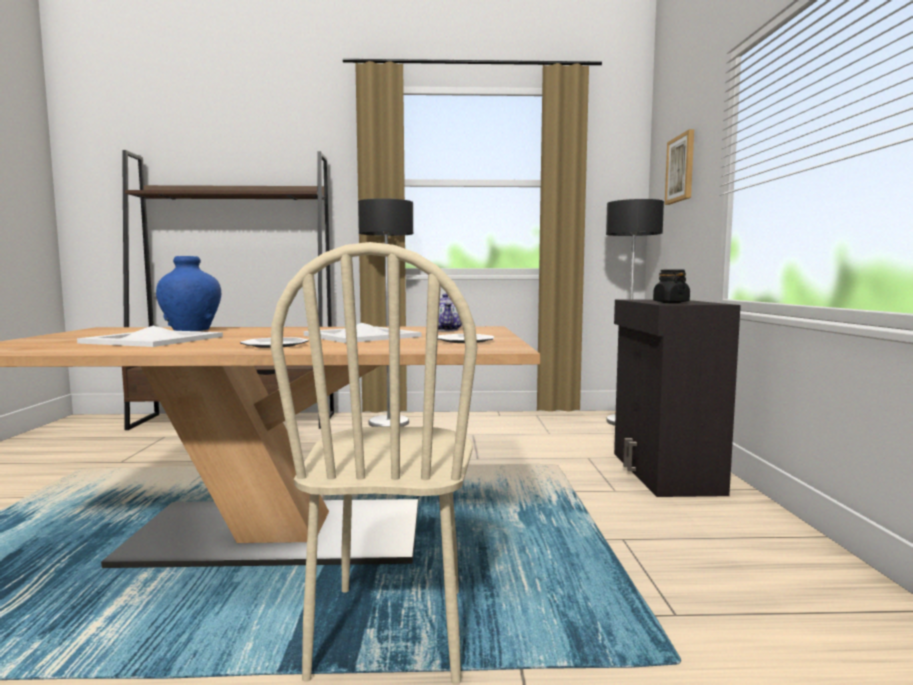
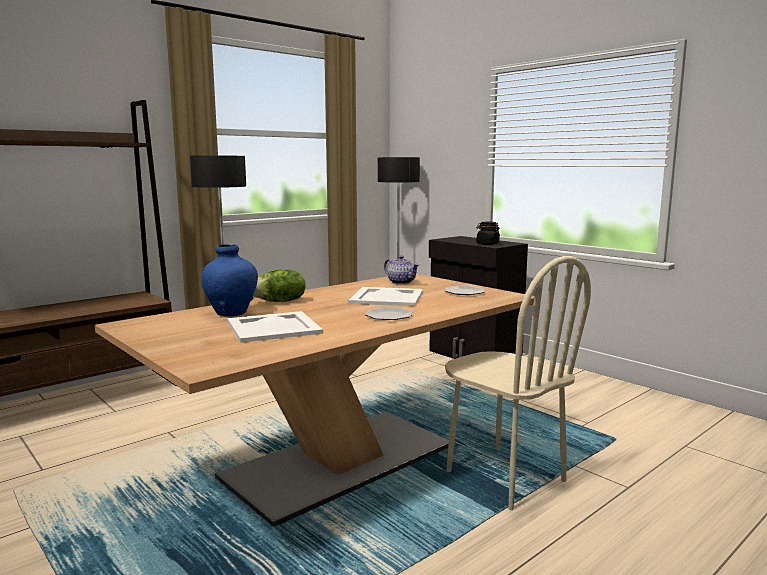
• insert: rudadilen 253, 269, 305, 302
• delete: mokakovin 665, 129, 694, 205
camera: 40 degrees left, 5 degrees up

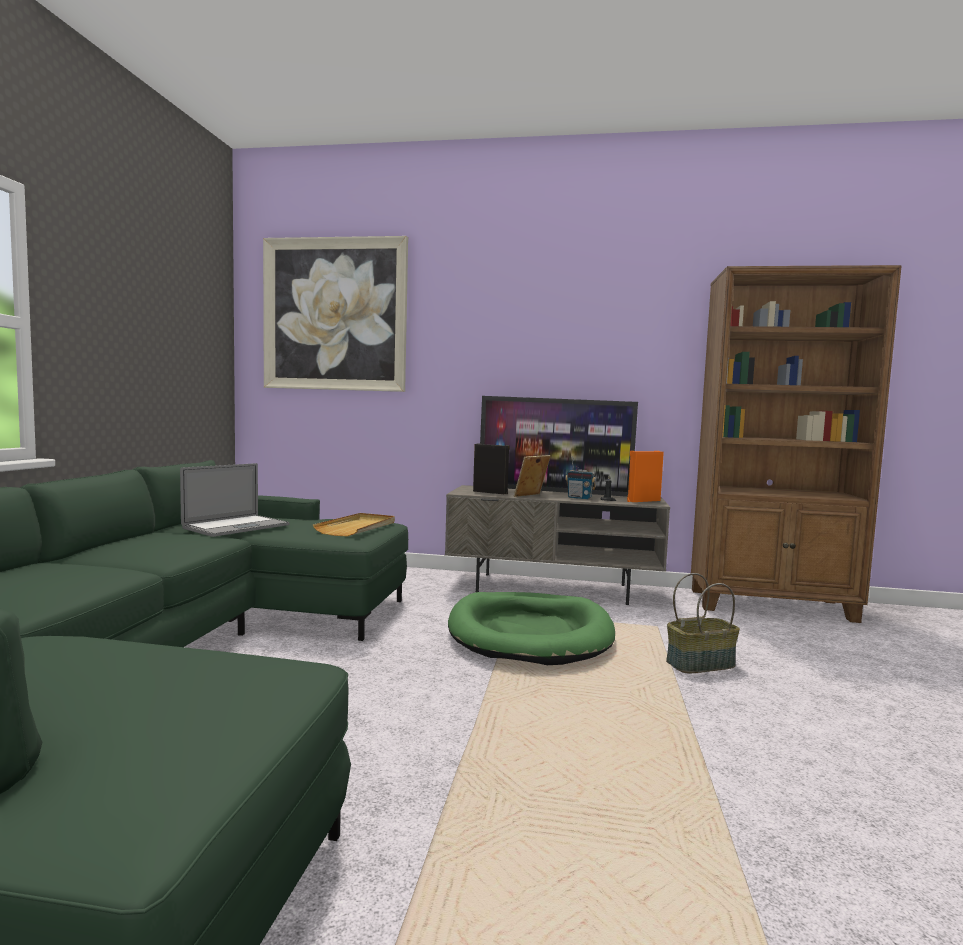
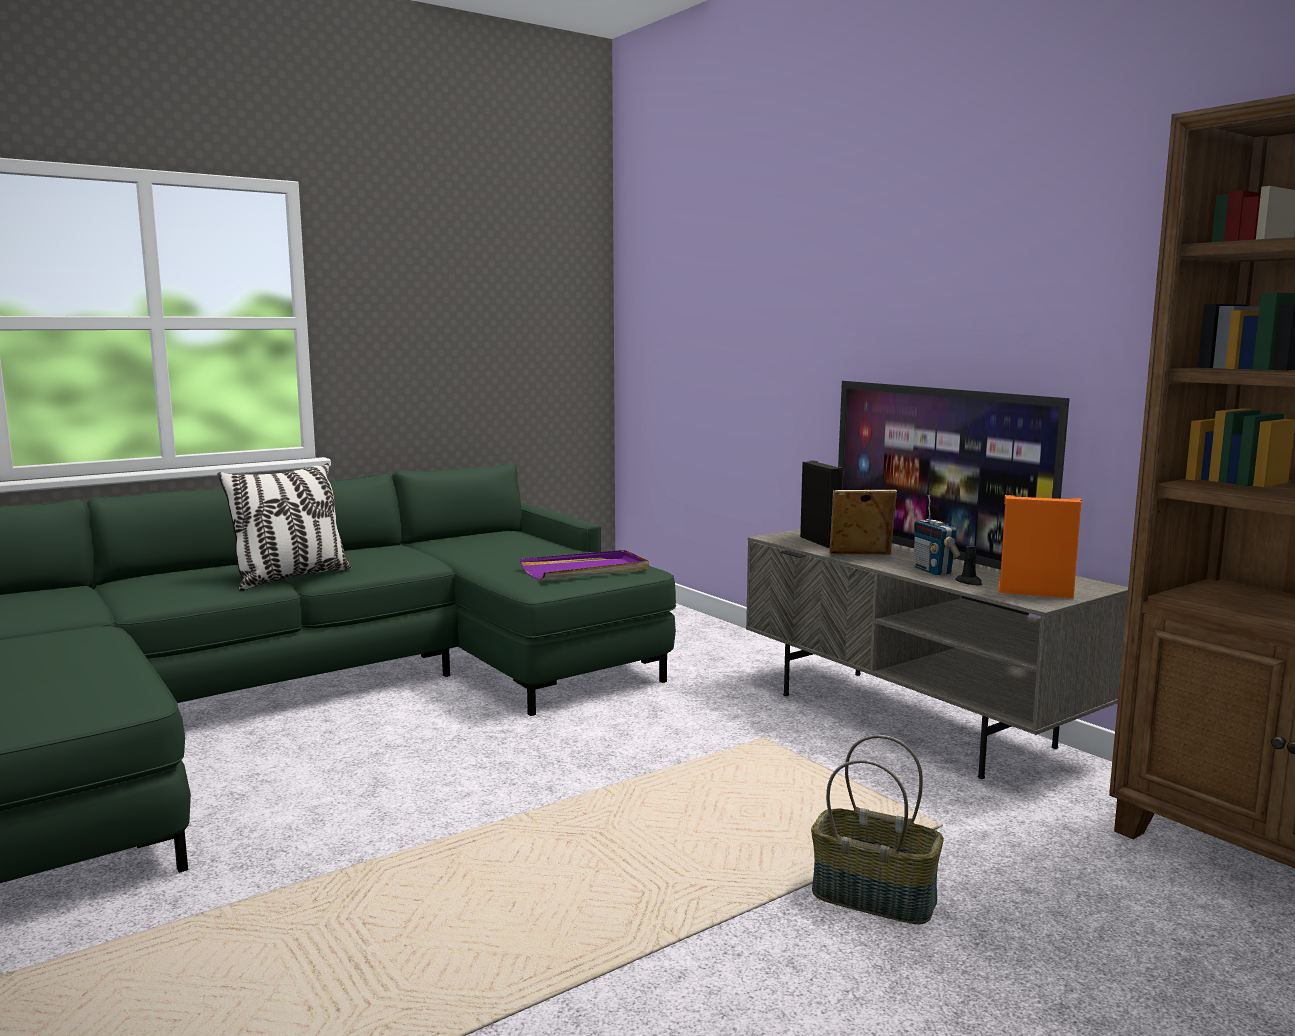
• insert: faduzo 218, 463, 351, 591
• recolor: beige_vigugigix 313, 513, 395, 536 to purple_vigugigix 520, 550, 649, 580
• delete: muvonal 180, 463, 290, 537
• delete: mokakovin 263, 236, 408, 392
• delete: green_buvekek 448, 592, 615, 665
camera: 45 degrees right, 5 degrees up

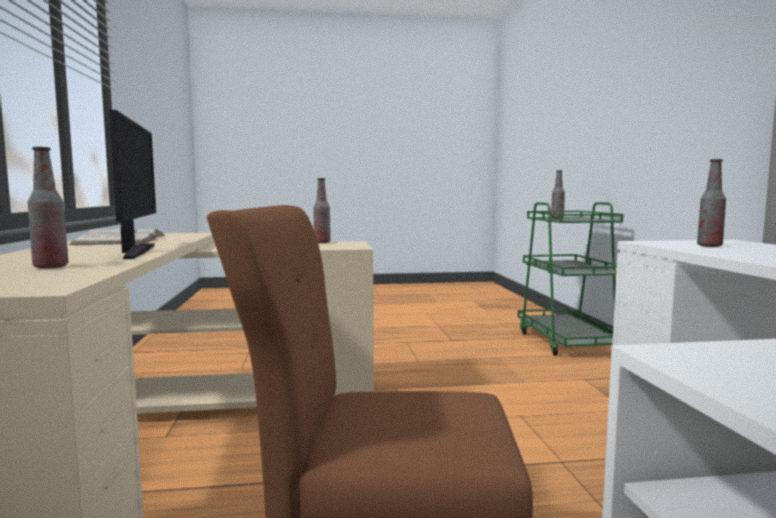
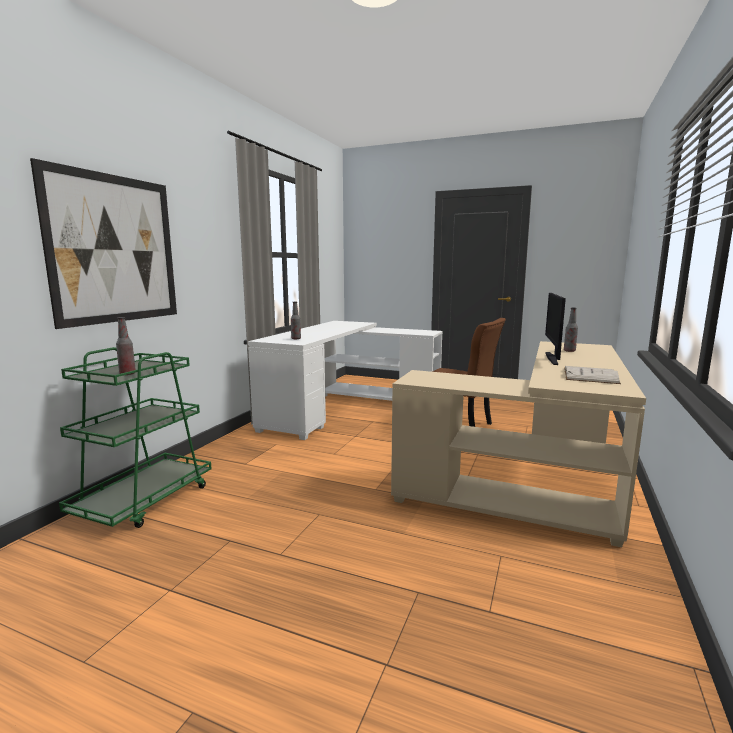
• insert: mokakovin 30, 158, 177, 329
• delete: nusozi 314, 178, 331, 243
camera: 150 degrees left, 5 degrees up

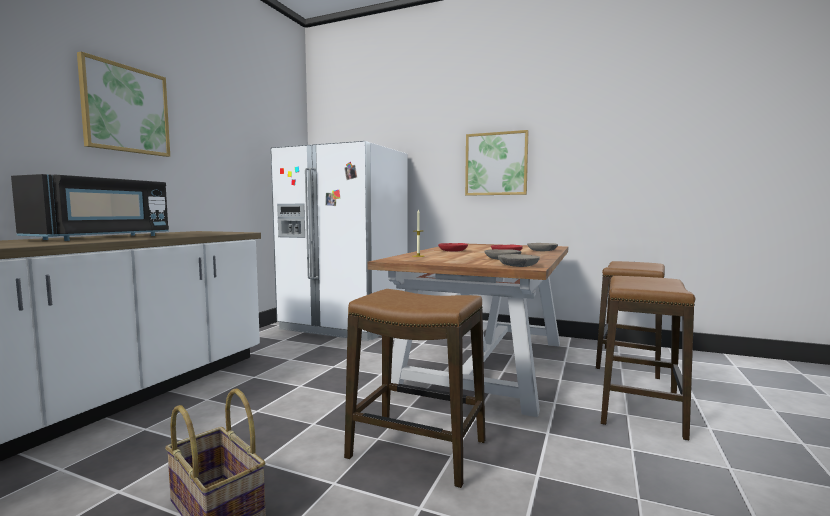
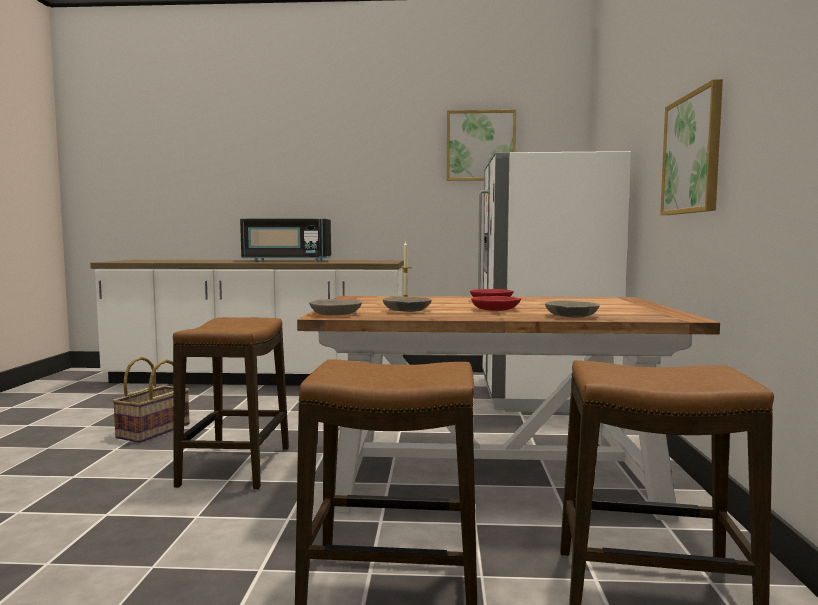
• move: mokakovin 77, 52, 170, 157 to 447, 110, 516, 181
camera: 70 degrees right, 0 degrees up

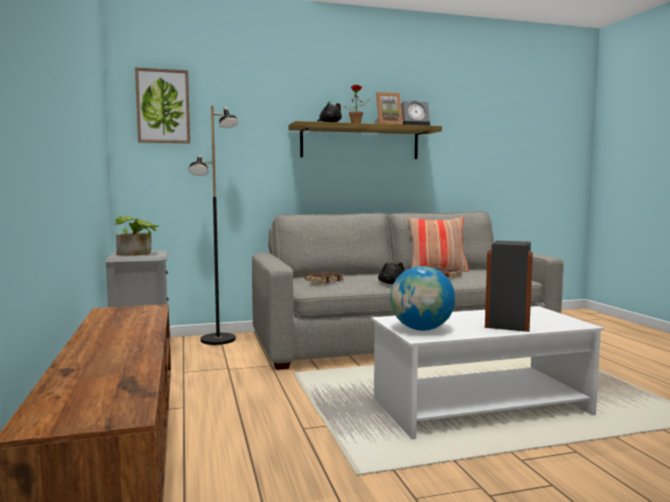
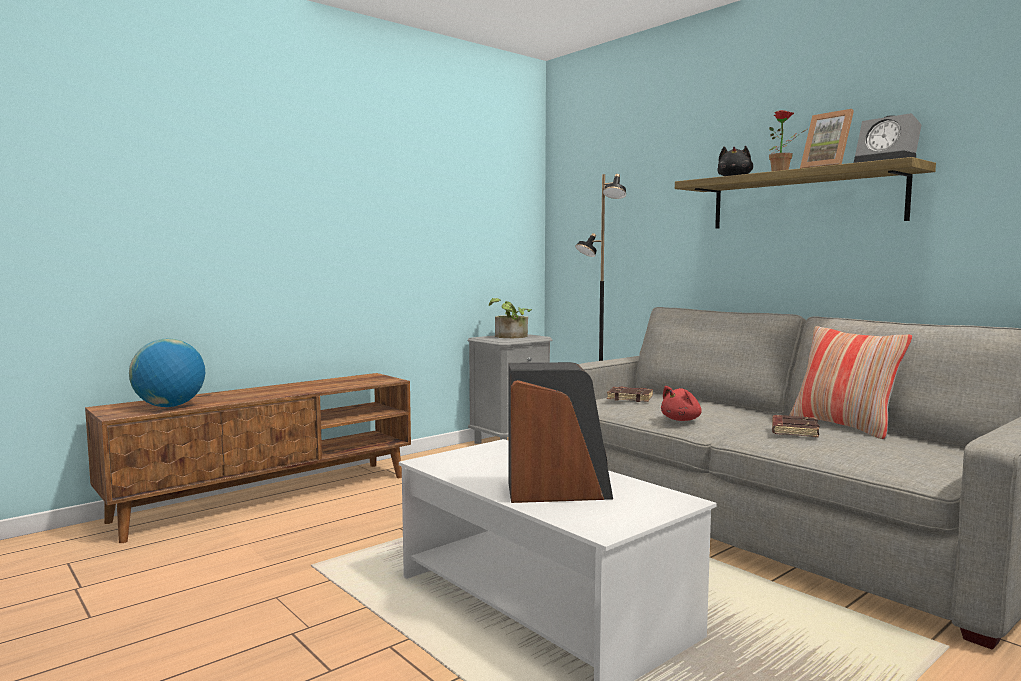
• move: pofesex 390, 266, 455, 331 to 129, 338, 205, 407
• recolor: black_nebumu 378, 262, 404, 284 to red_nebumu 661, 386, 702, 421
• delete: mokakovin 135, 67, 190, 144
camera: 65 degrees right, 0 degrees up

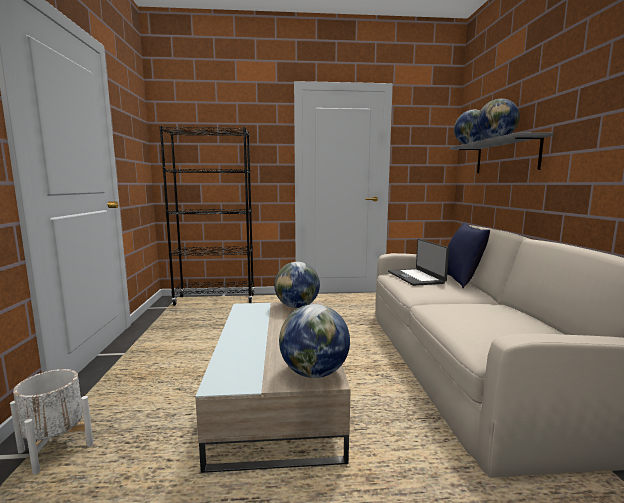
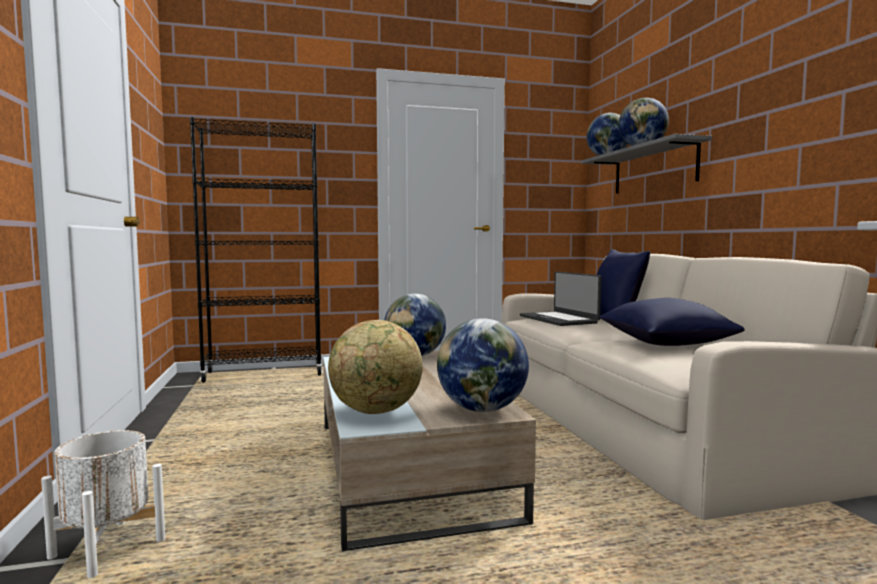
• insert: pofesex 328, 320, 423, 414
• insert: blue_faduzo 599, 298, 744, 346
camera: 10 degrees left, 5 degrees down

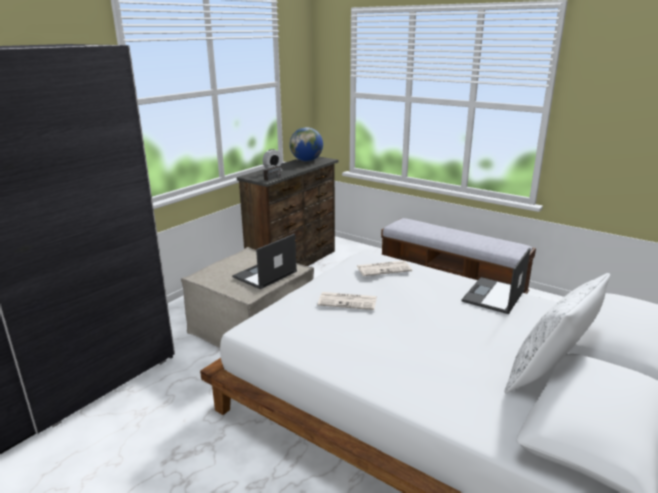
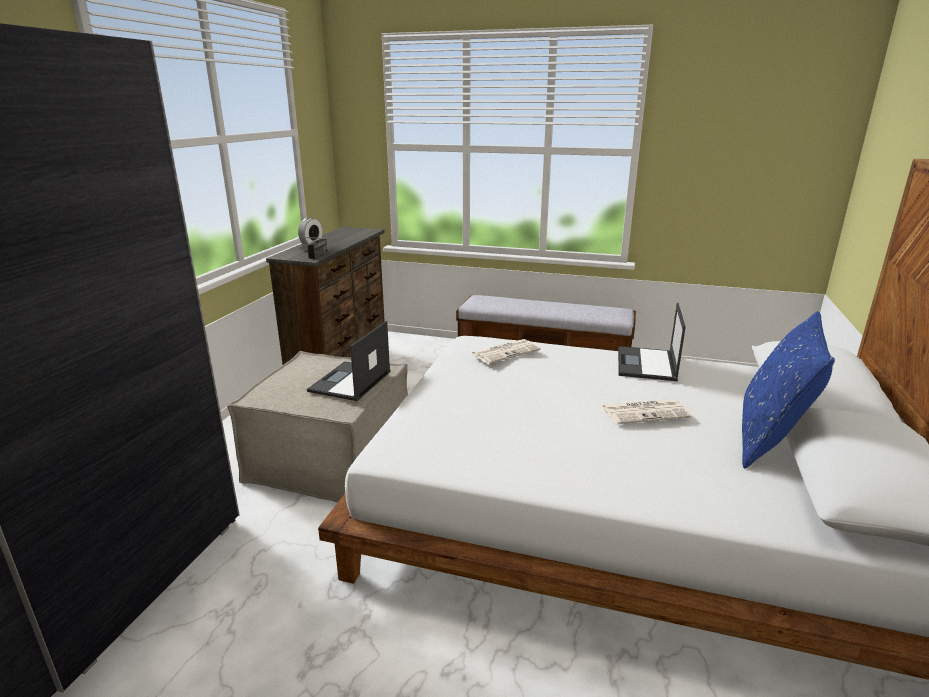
• move: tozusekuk 318, 292, 377, 310 to 602, 399, 692, 424
• recolor: white_faduzo 504, 273, 610, 393 to blue_faduzo 742, 311, 835, 469
• delete: pofesex 290, 127, 323, 161
camera: 20 degrees left, 0 degrees up

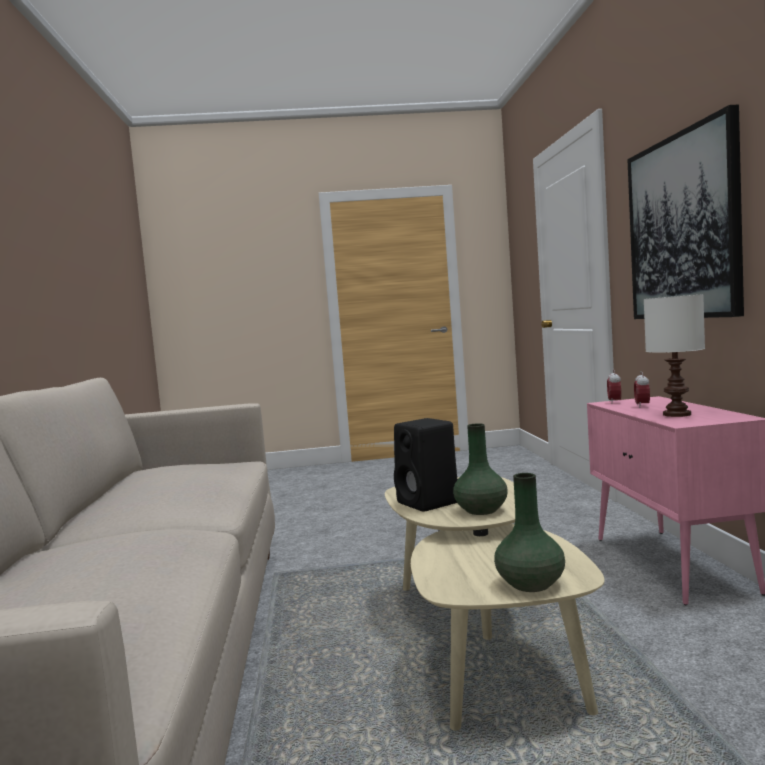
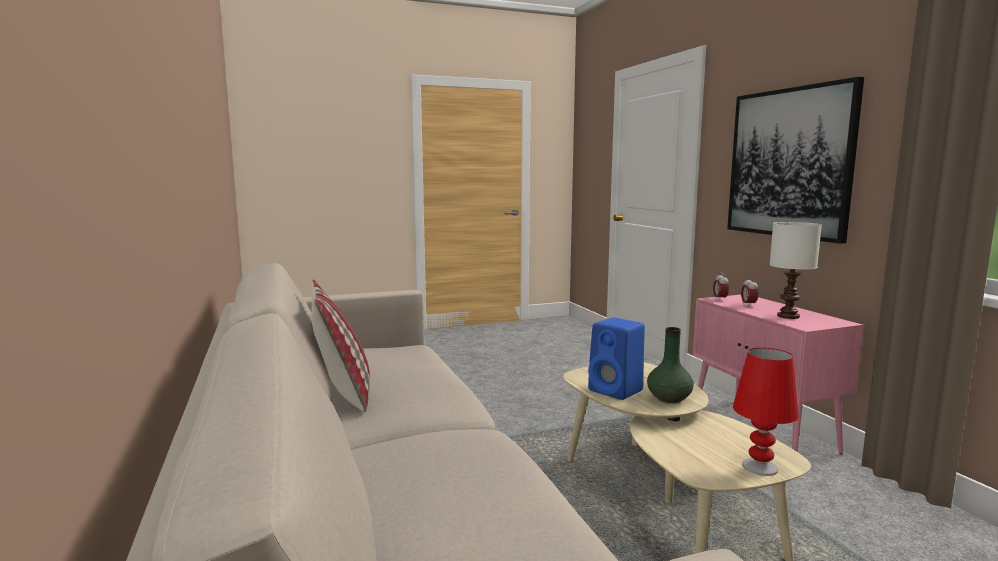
• insert: faduzo 311, 280, 370, 412
• recolor: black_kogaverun 394, 418, 457, 512 to blue_kogaverun 588, 317, 645, 400
• replace: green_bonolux 494, 473, 565, 592 to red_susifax 733, 348, 799, 476
camera: 15 degrees left, 5 degrees up

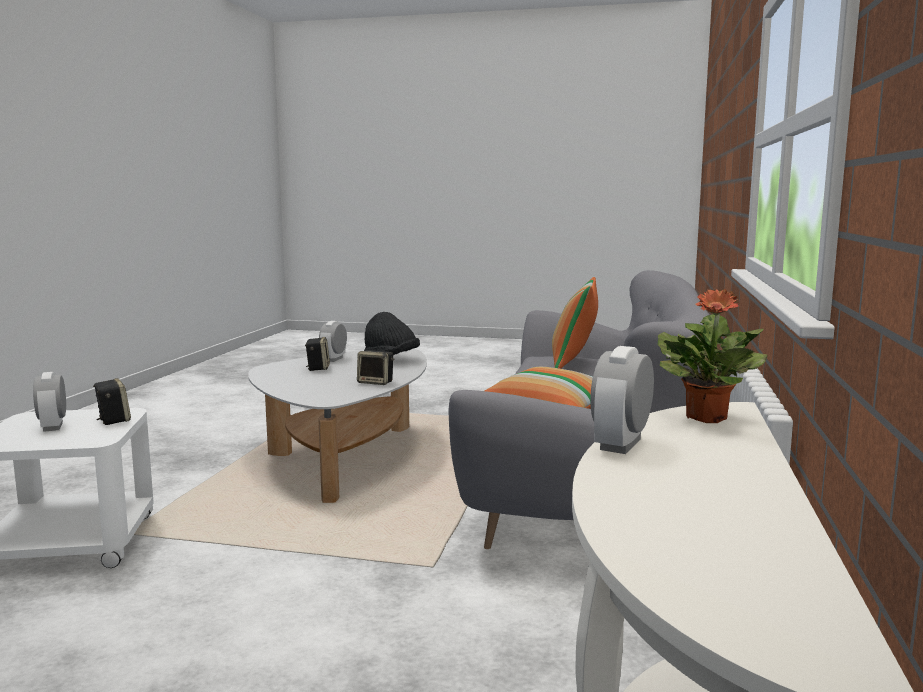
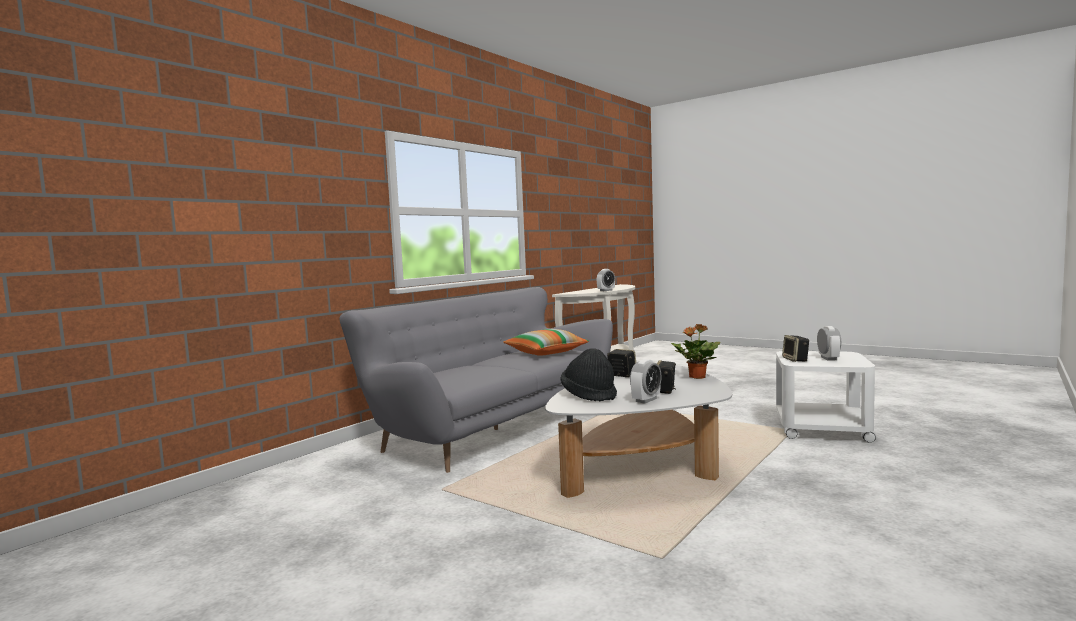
• move: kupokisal 657, 289, 767, 423 to 671, 324, 720, 379
• delete: faduzo 552, 277, 598, 369
camera: 155 degrees left, 5 degrees down

